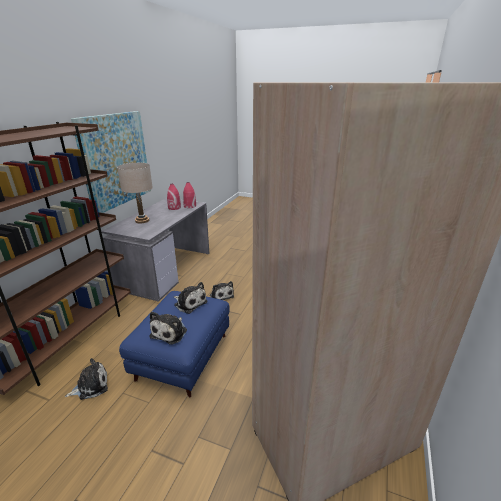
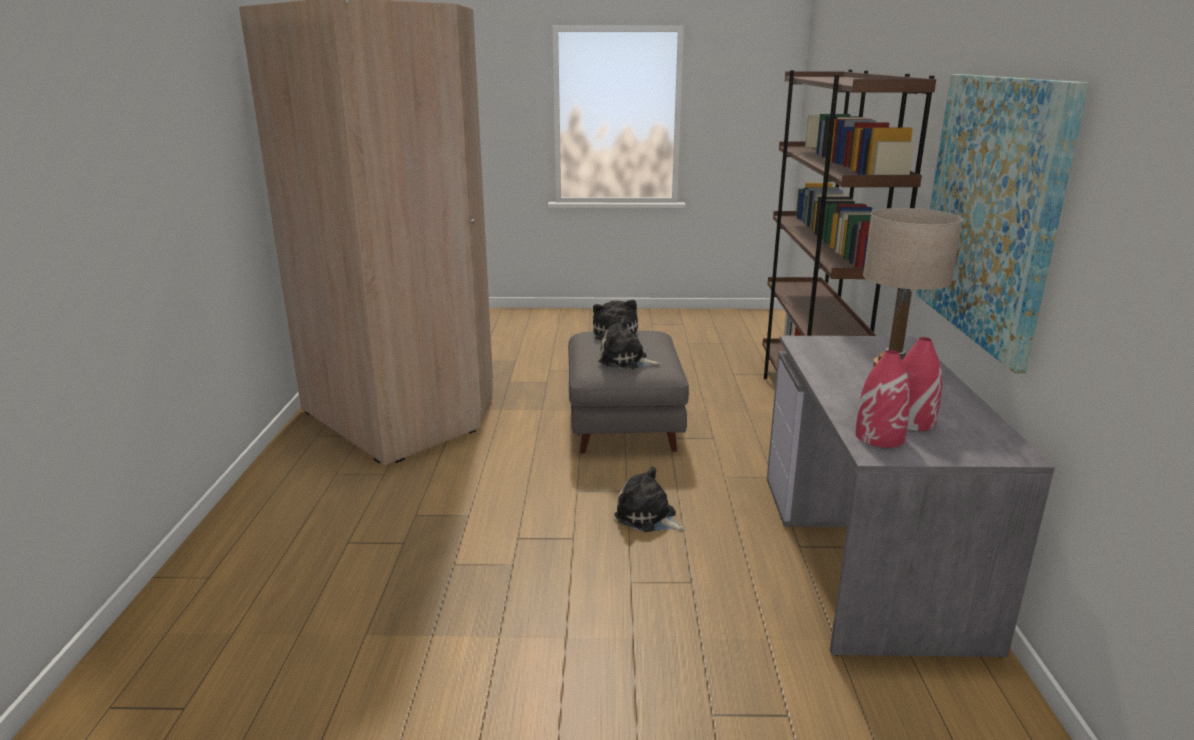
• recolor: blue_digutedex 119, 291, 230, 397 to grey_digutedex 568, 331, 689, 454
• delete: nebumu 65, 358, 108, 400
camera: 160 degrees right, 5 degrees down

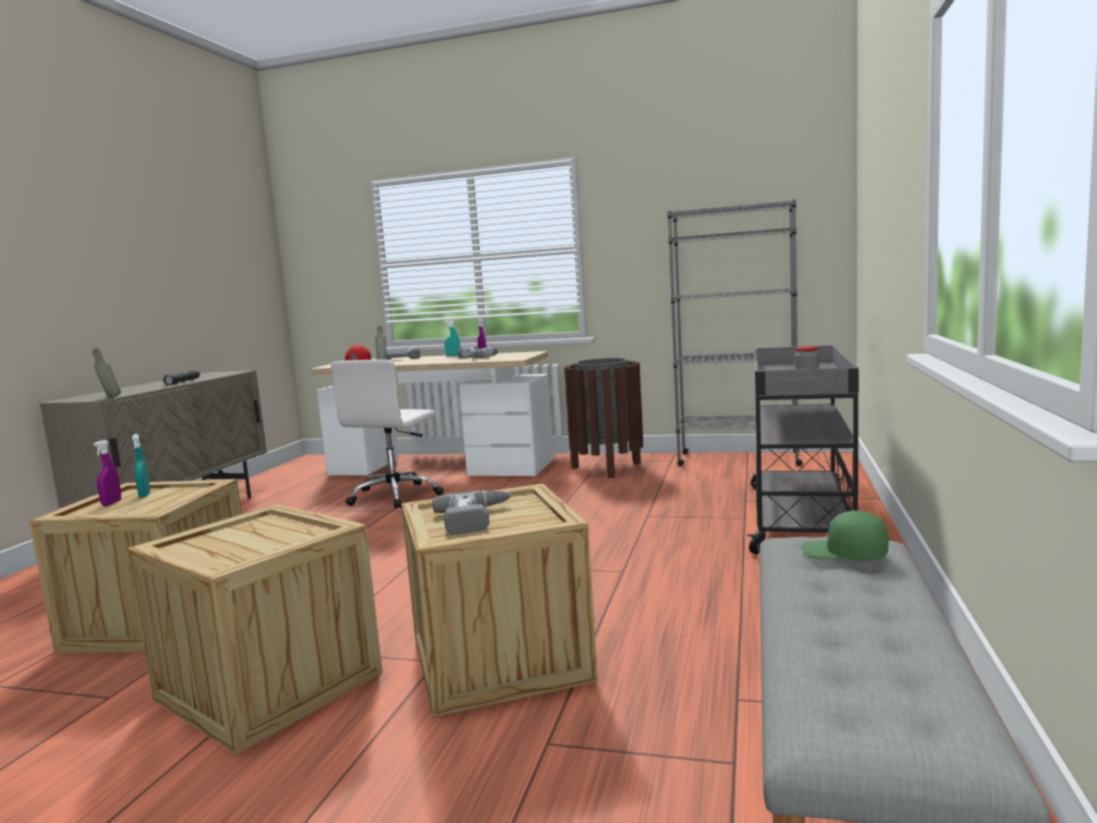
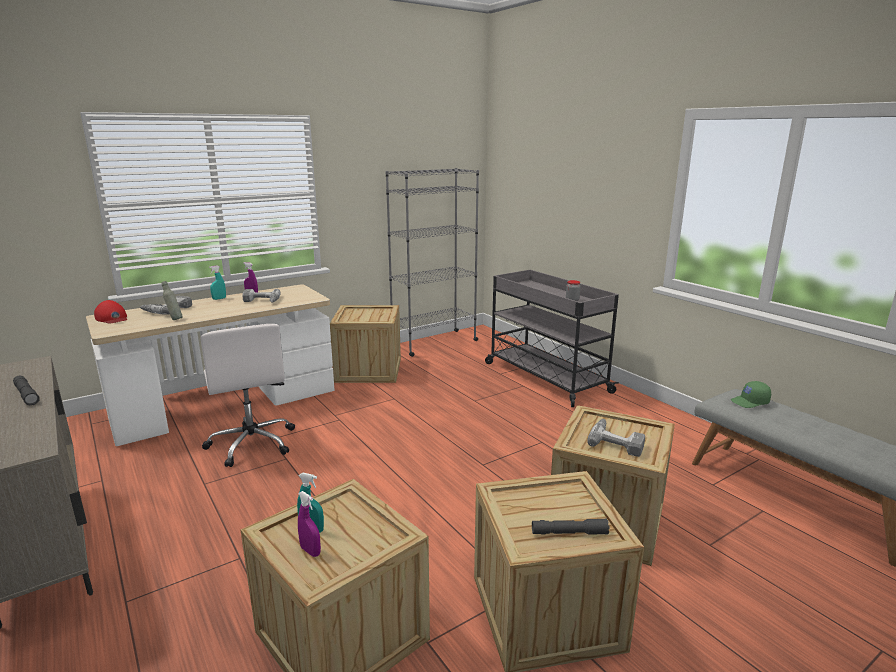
• replace: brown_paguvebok 564, 358, 643, 478 to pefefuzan 330, 305, 401, 383
• insert: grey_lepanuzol 532, 519, 609, 535
• delete: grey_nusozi 92, 348, 121, 397
camera: 50 degrees left, 10 degrees up

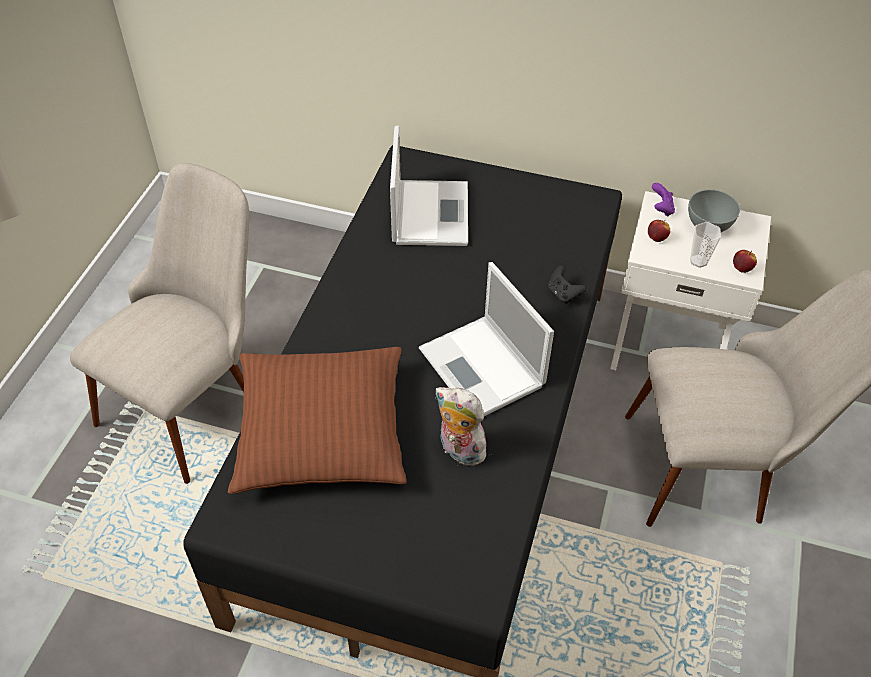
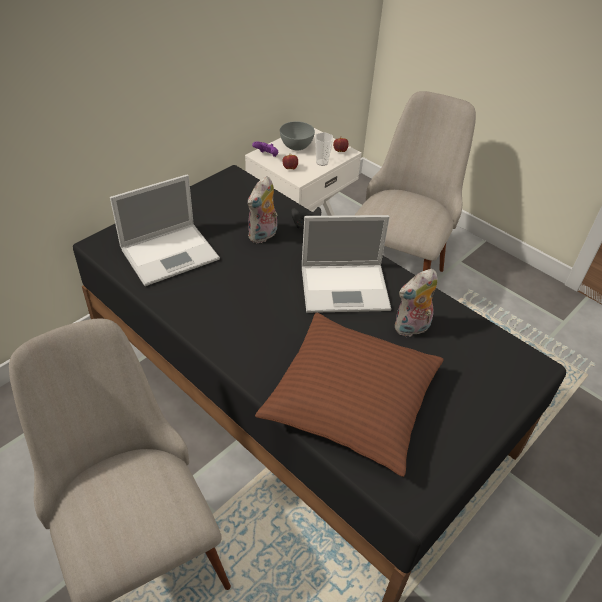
• rotate: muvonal 390, 126, 468, 246 = 110, 174, 220, 286 120 degrees clockwise
• insert: nebumu 247, 176, 278, 243
camera: 65 degrees left, 5 degrees down

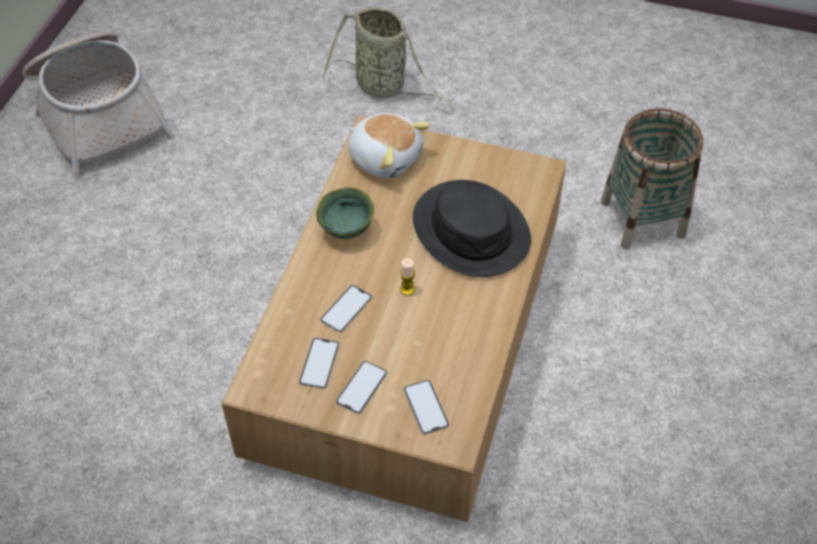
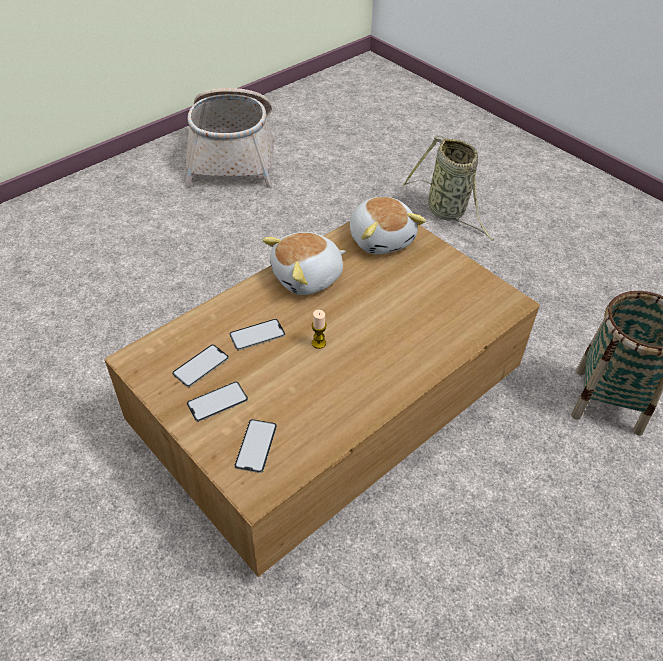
• replace: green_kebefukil 316, 187, 374, 239 to nebumu 262, 232, 346, 295
• delete: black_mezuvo 413, 180, 531, 277
camera: 30 degrees right, 5 degrees down

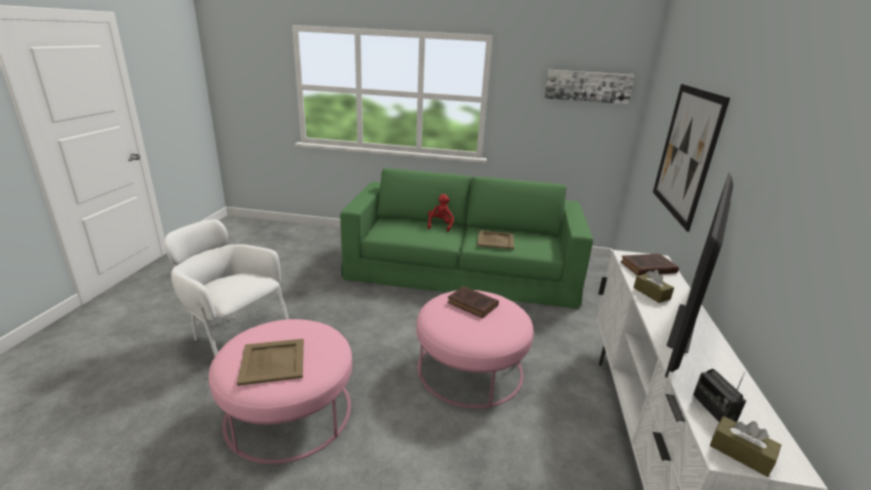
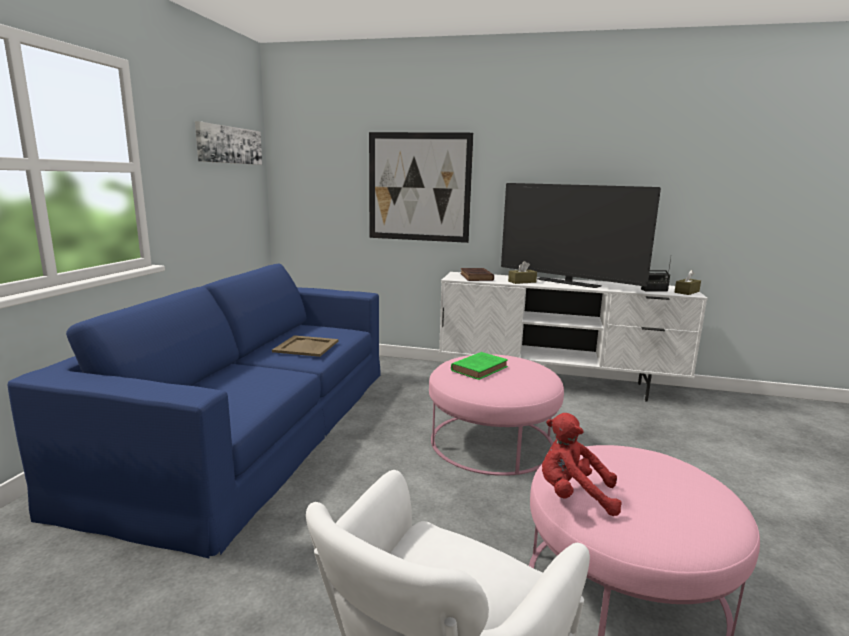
• recolor: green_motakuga 340, 168, 593, 309 to blue_motakuga 7, 264, 381, 558
• recolor: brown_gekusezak 447, 286, 499, 318 to green_gekusezak 451, 352, 508, 380
• move: red_nebumu 428, 194, 454, 232 to 542, 413, 622, 516
• delete: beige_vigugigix 237, 339, 304, 386
camera: 85 degrees left, 10 degrees down

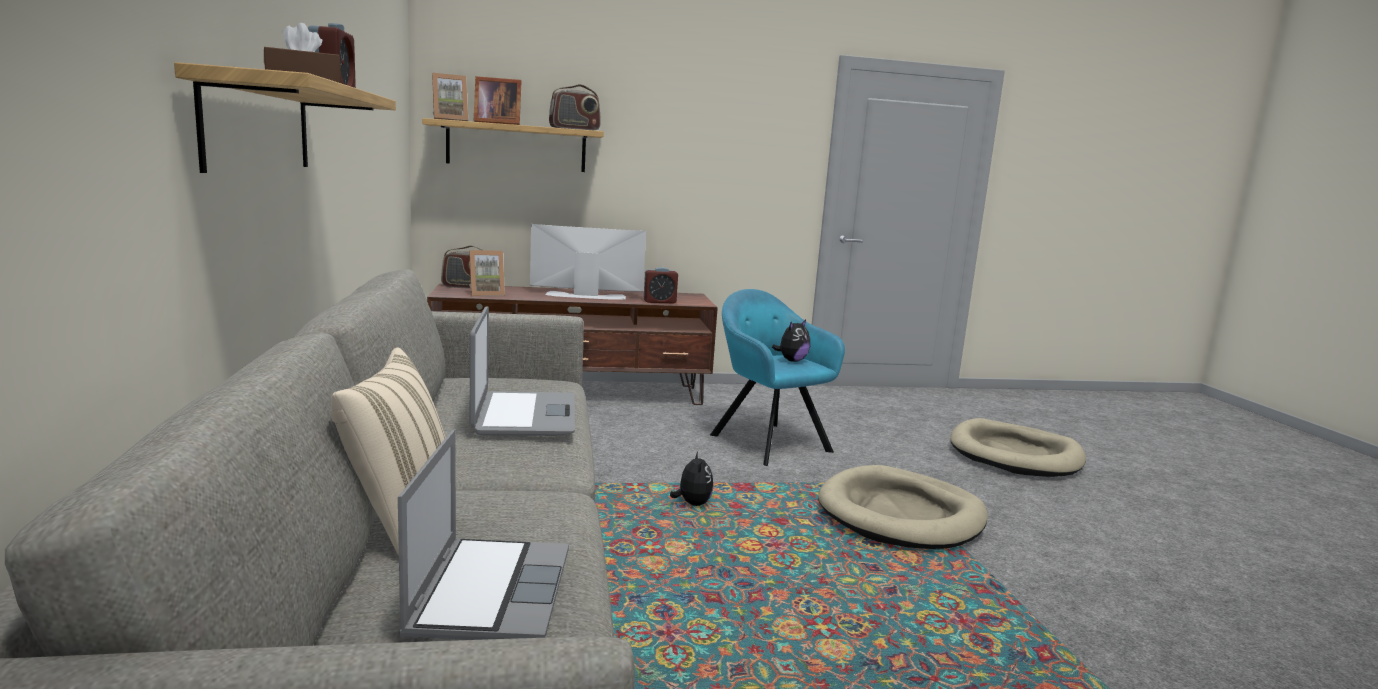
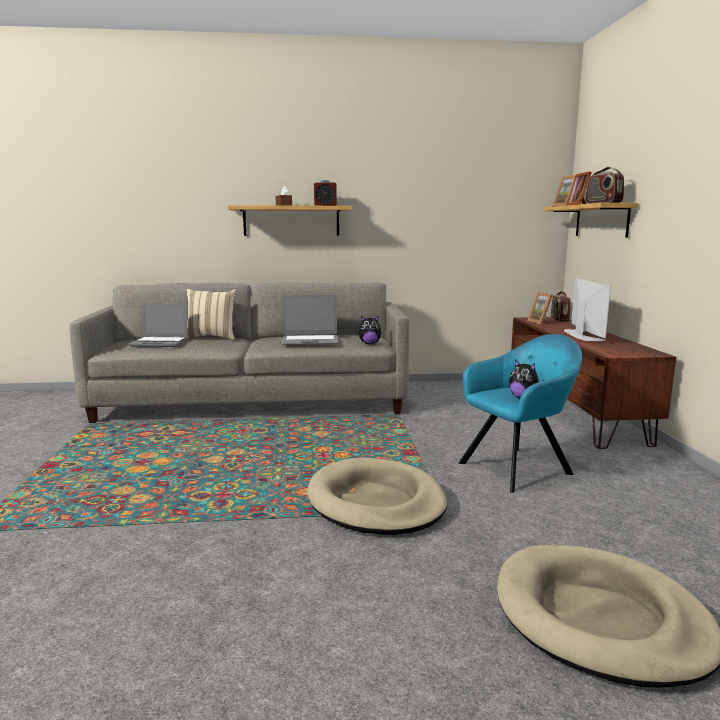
• move: nebumu 670, 451, 713, 506 to 359, 316, 383, 344
• delete: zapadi 644, 267, 678, 303
camera: 95 degrees right, 0 degrees up

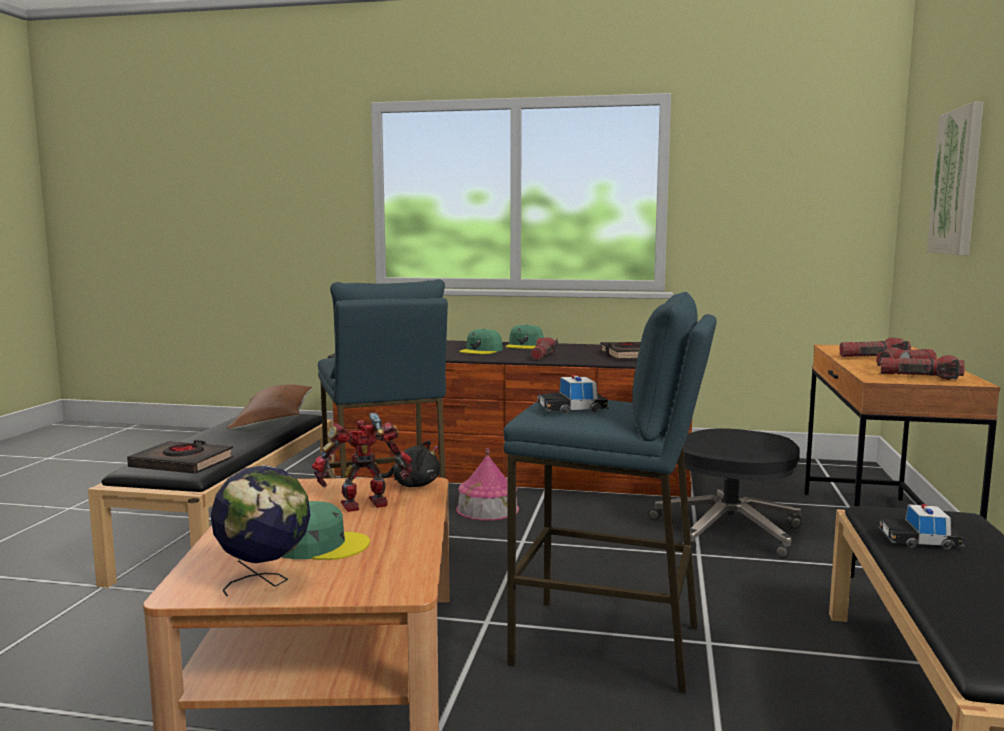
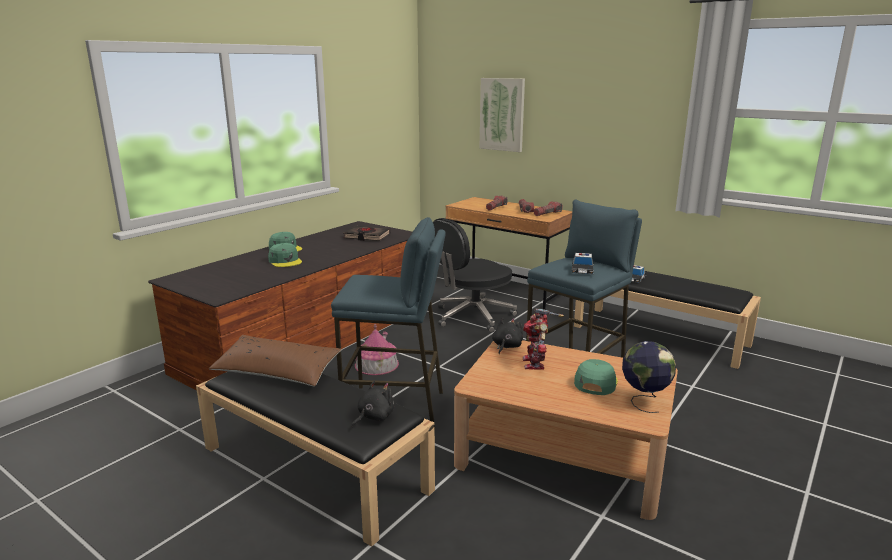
• replace: black_gekusezak 127, 440, 234, 474 to black_nebumu 351, 381, 394, 428
• delete: lepanuzol 531, 337, 558, 360
camera: 65 degrees left, 10 degrees up

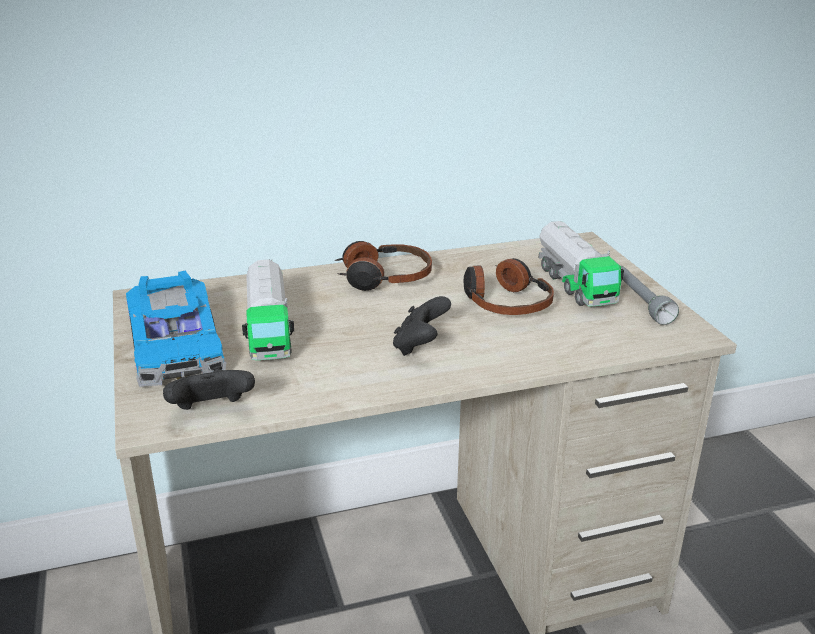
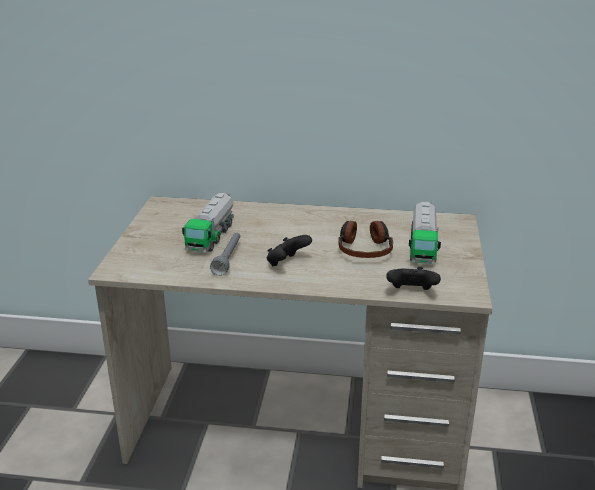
• move: grey_lepanuzol 621, 266, 679, 325 to 210, 233, 240, 276
• move: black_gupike 163, 366, 255, 410 to 386, 267, 441, 290
• delete: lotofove 126, 271, 226, 387
• delete: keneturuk 335, 241, 432, 291
camera: 25 degrees right, 0 degrees up

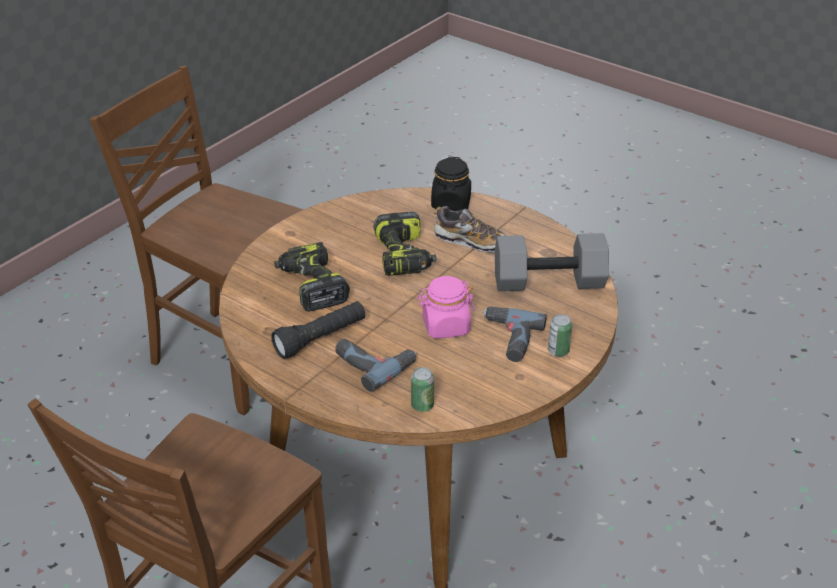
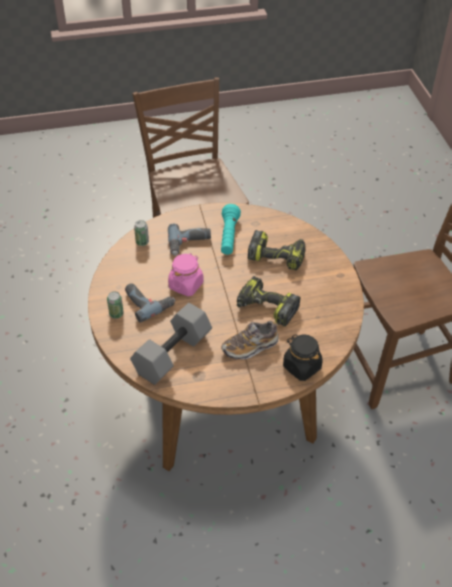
• recolor: black_lepanuzol 271, 301, 365, 359 to turquoise_lepanuzol 221, 204, 241, 255
camera: 130 degrees right, 10 degrees up

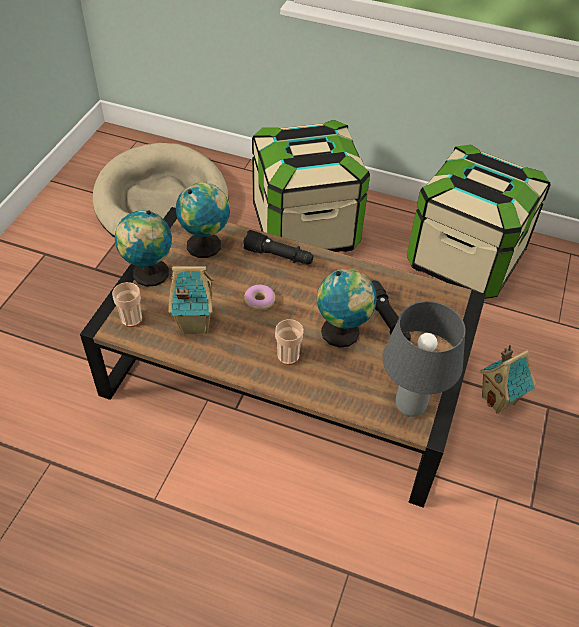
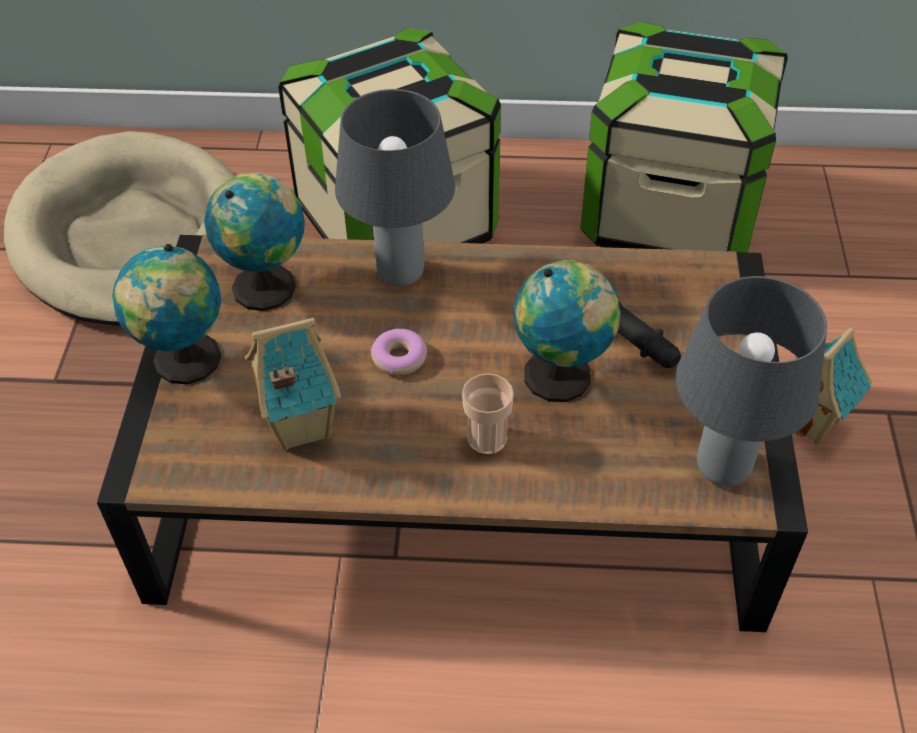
• replace: black_lepanuzol 243, 230, 314, 265 to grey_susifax 335, 89, 455, 287
• delete: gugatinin 112, 282, 142, 327
camera: 15 degrees left, 0 degrees up

